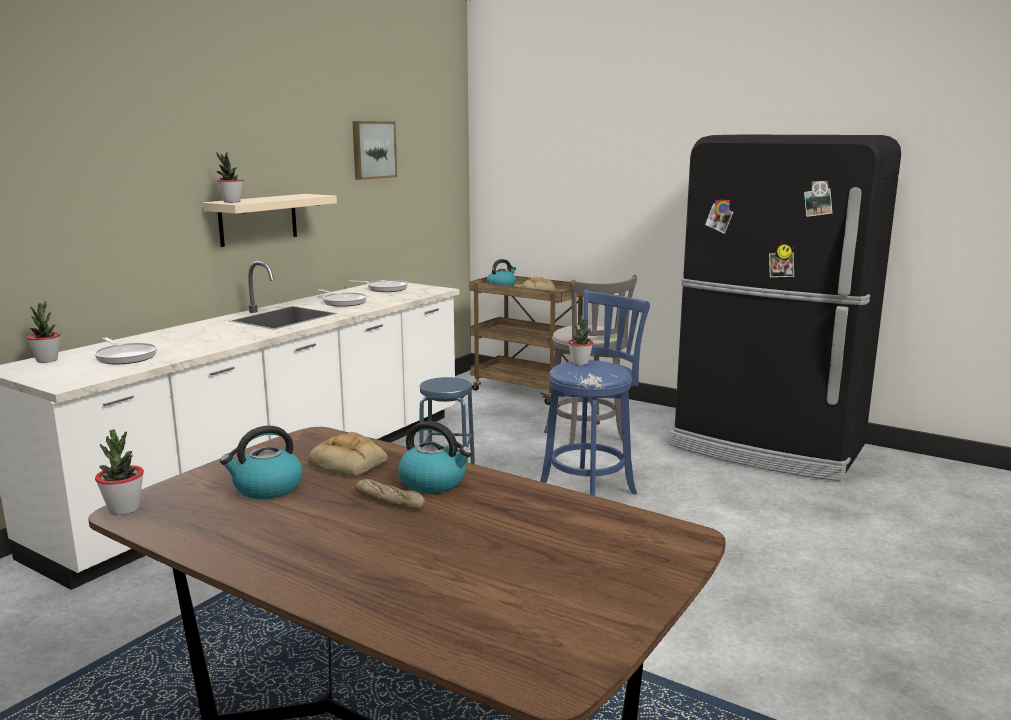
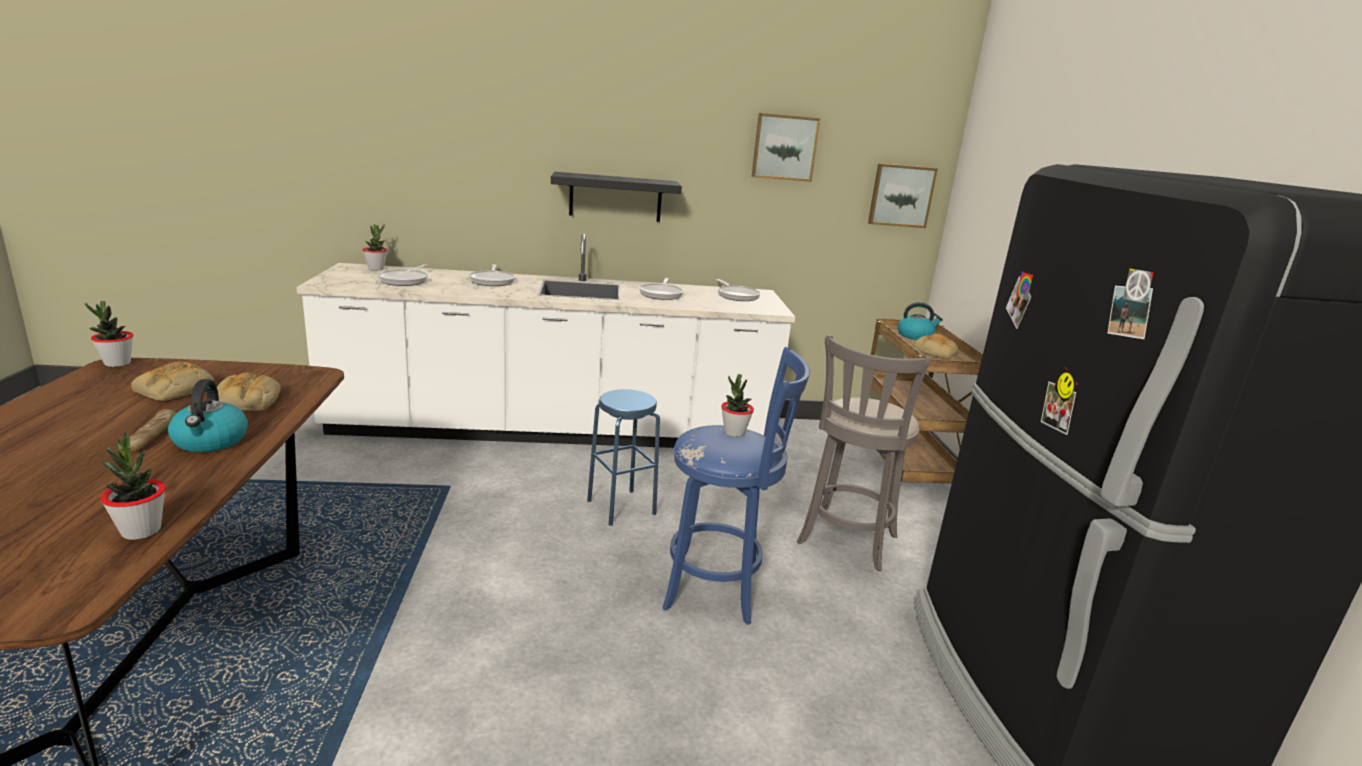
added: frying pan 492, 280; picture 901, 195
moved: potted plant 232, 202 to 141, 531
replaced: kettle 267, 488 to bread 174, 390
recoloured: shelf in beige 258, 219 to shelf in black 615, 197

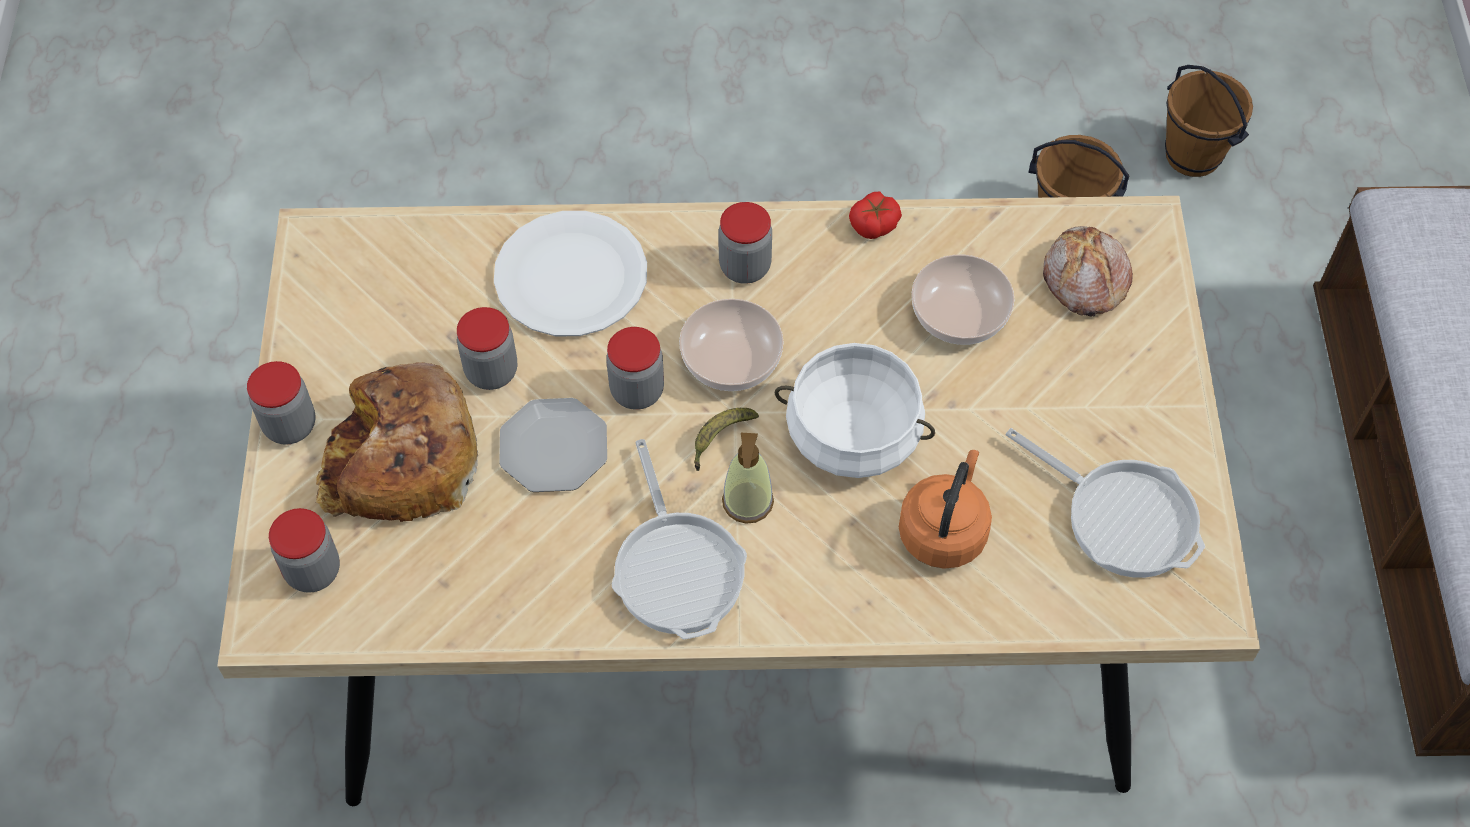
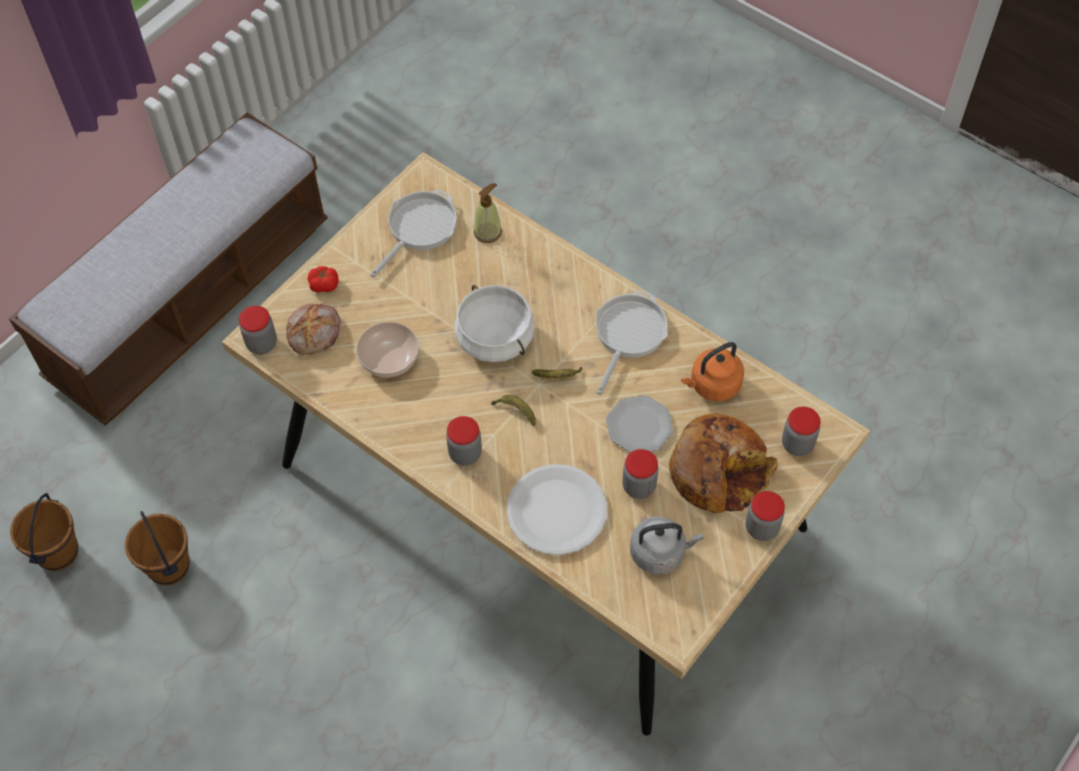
added: kettle in grey 660, 553
moved: jar 637, 391 to 261, 343; tomato 874, 224 to 324, 284; soap dispenser 747, 502 to 488, 232; kettle in orange 944, 530 to 713, 385
replaced: bowl 732, 357 to banana 515, 411
turned: frying pan 1122, 517 = 419, 228 45 degrees clockwise

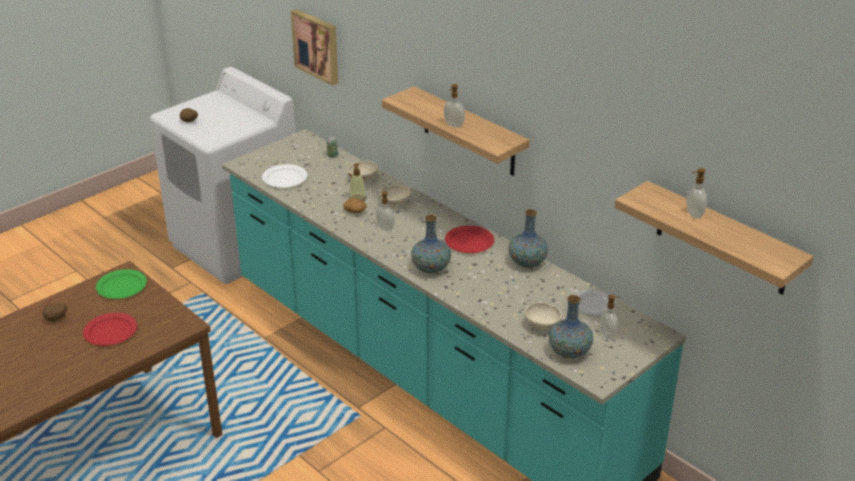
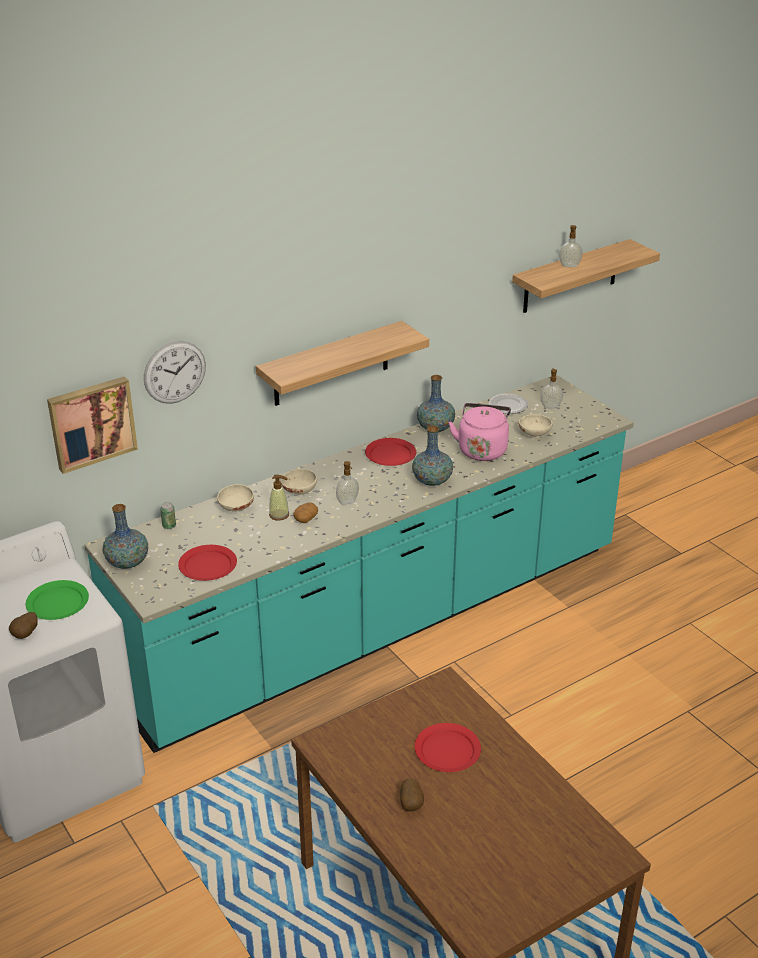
removed: soap dispenser 453, 125
added: wall clock 174, 372; kettle in pink 482, 449
moved: plate in green 122, 286 to 58, 602; vase 569, 352 to 127, 562
recoloured: plate in white 285, 178 to plate in red 208, 565

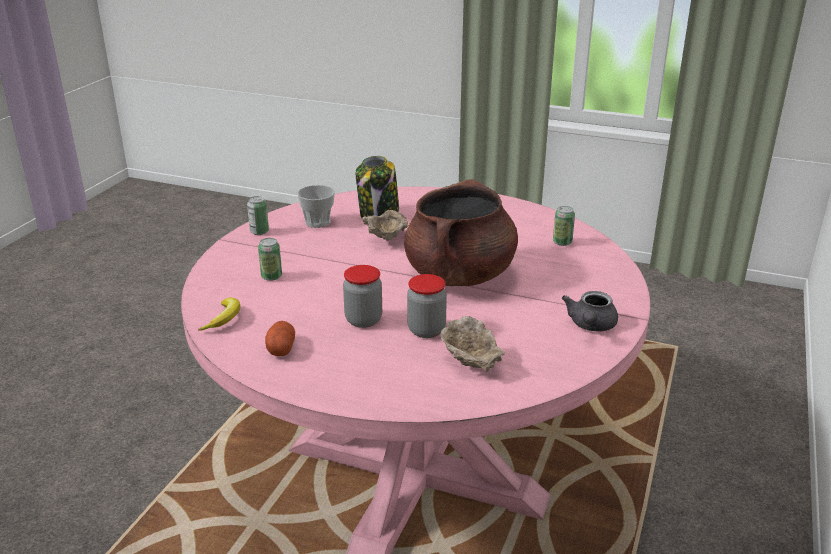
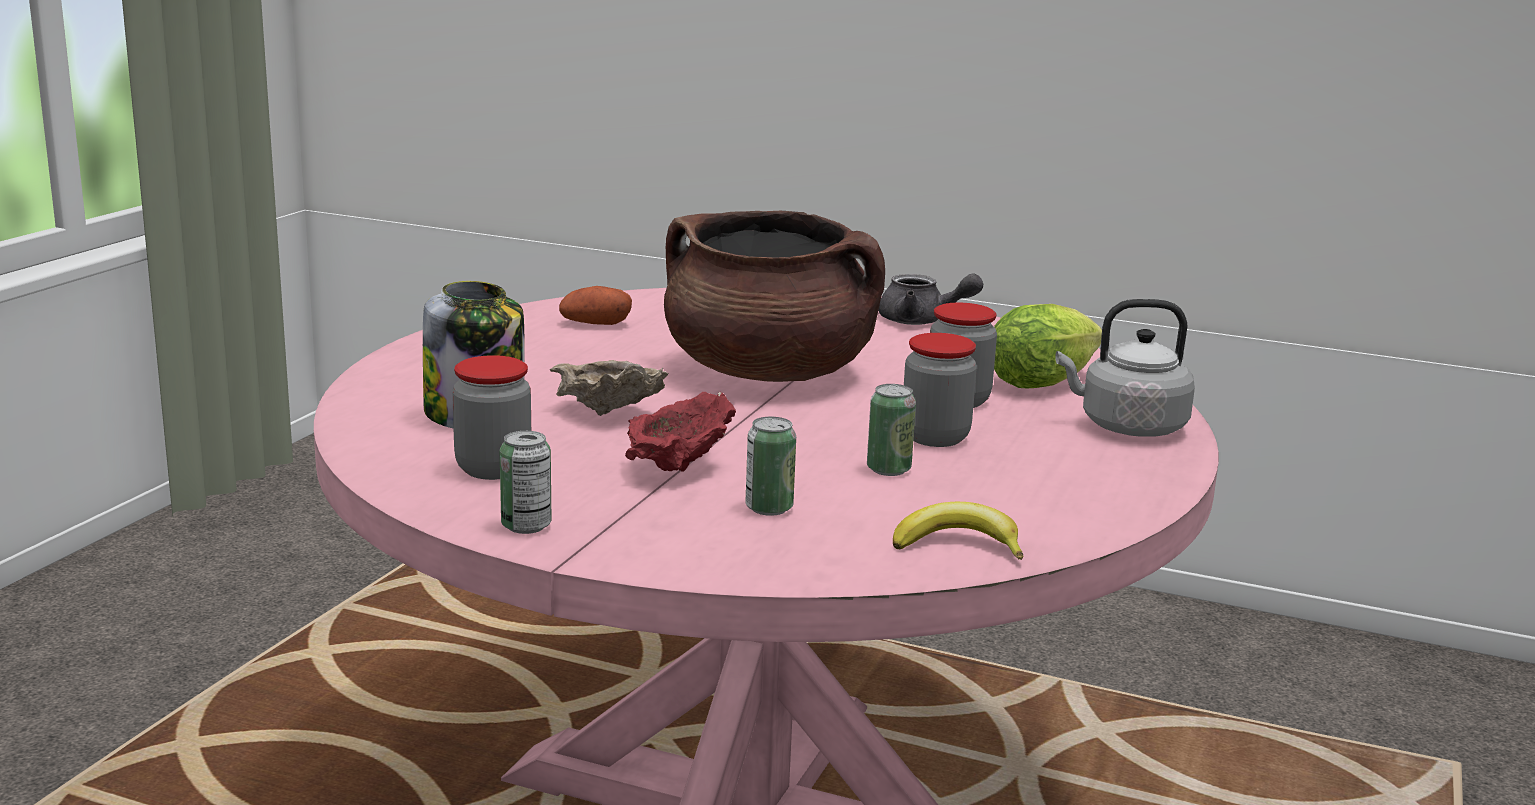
added: bowl in red 677, 468; kettle in grey 1127, 427
moved: potato 281, 348 to 595, 324; can 562, 242 to 888, 469
replaced: cup 317, 222 to jar 493, 469; bowl in beige 470, 364 to lettuce 1046, 382

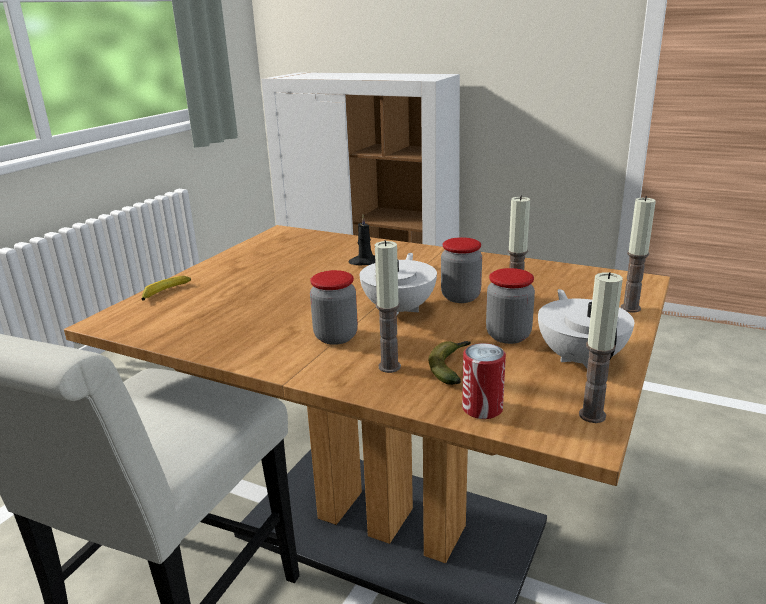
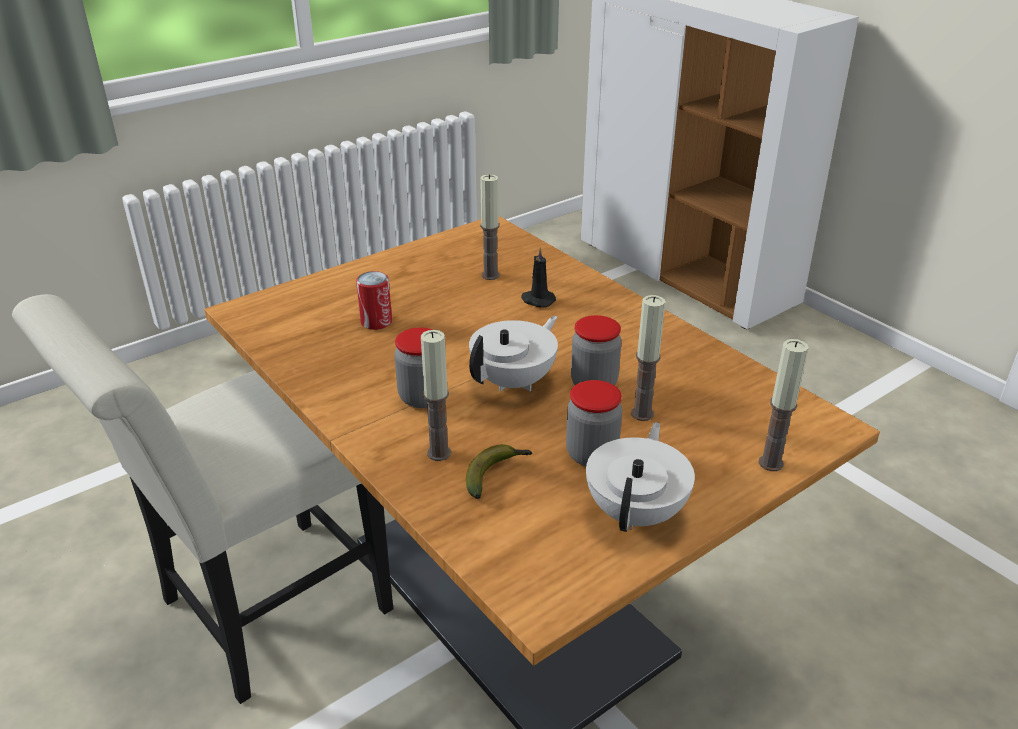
removed: banana 166, 292
moved: can 482, 408 to 376, 322; candle 592, 415 to 490, 275

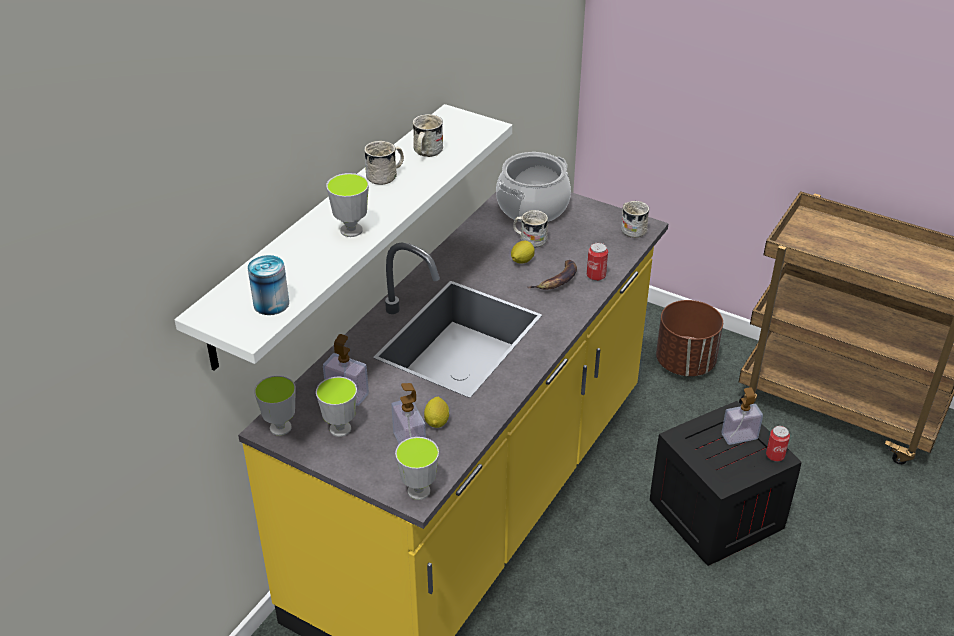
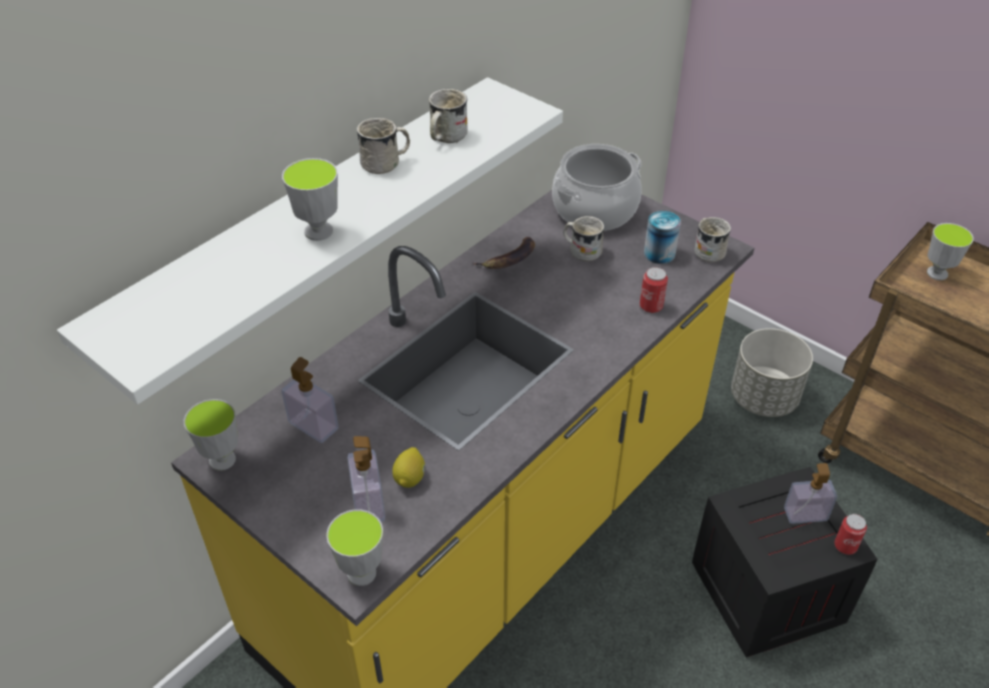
removed: lemon 521, 261
moved: banana 557, 280 to 509, 259; can 271, 303 to 659, 254; cup 340, 429 to 937, 273
recoloured: planter in brown 685, 363 to planter in grey 764, 398

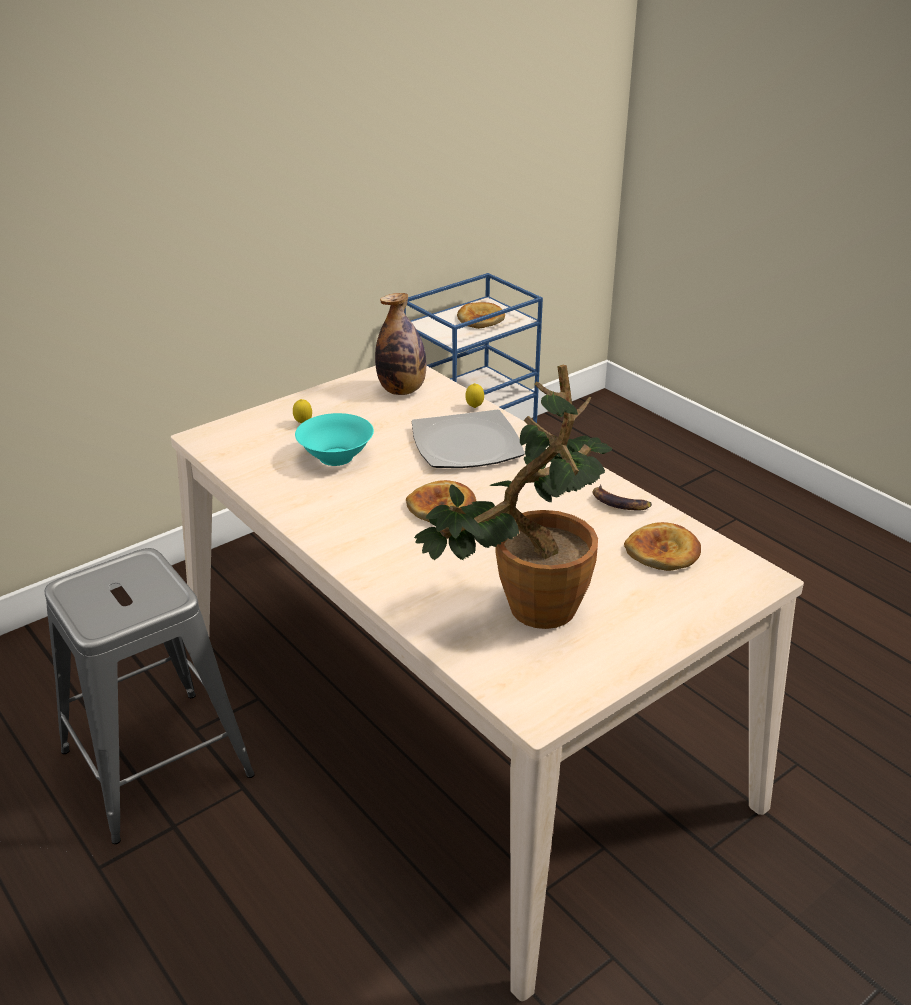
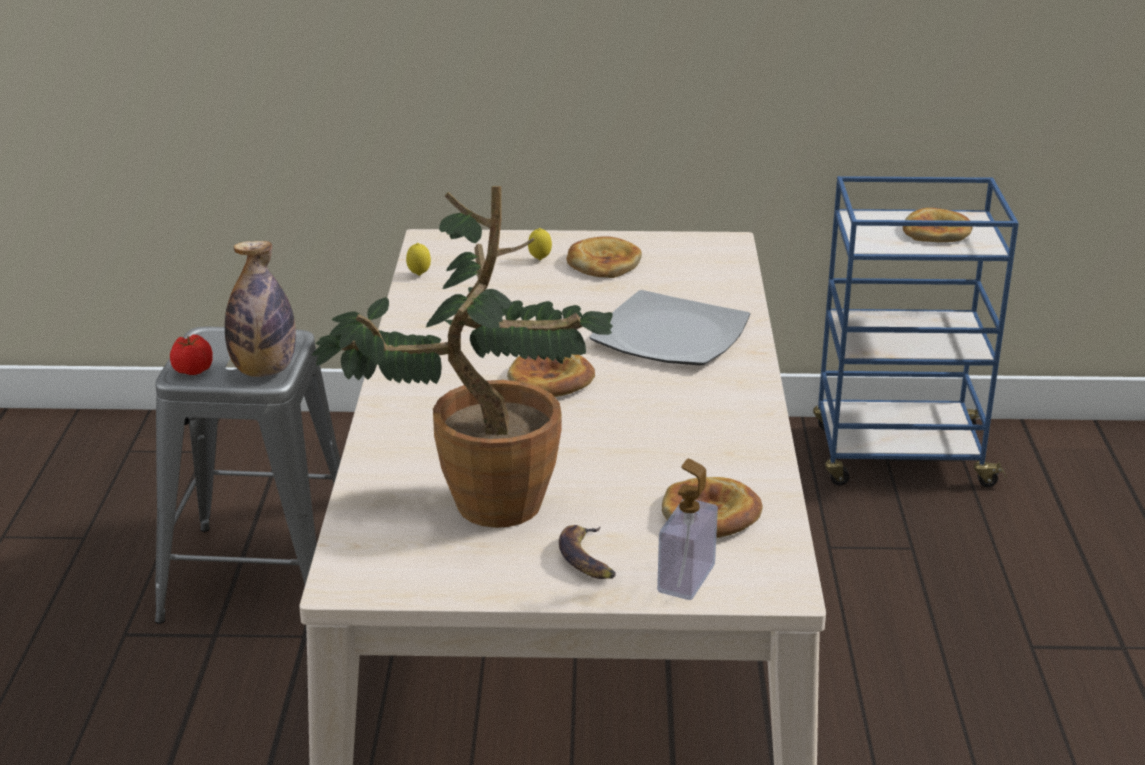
removed: bowl in turquoise 337, 456
added: tomato 192, 370; bread 603, 263; soap dispenser 686, 578
moved: bottle 402, 390 to 264, 371; lemon 474, 407 to 419, 275; banana 619, 503 to 587, 558

